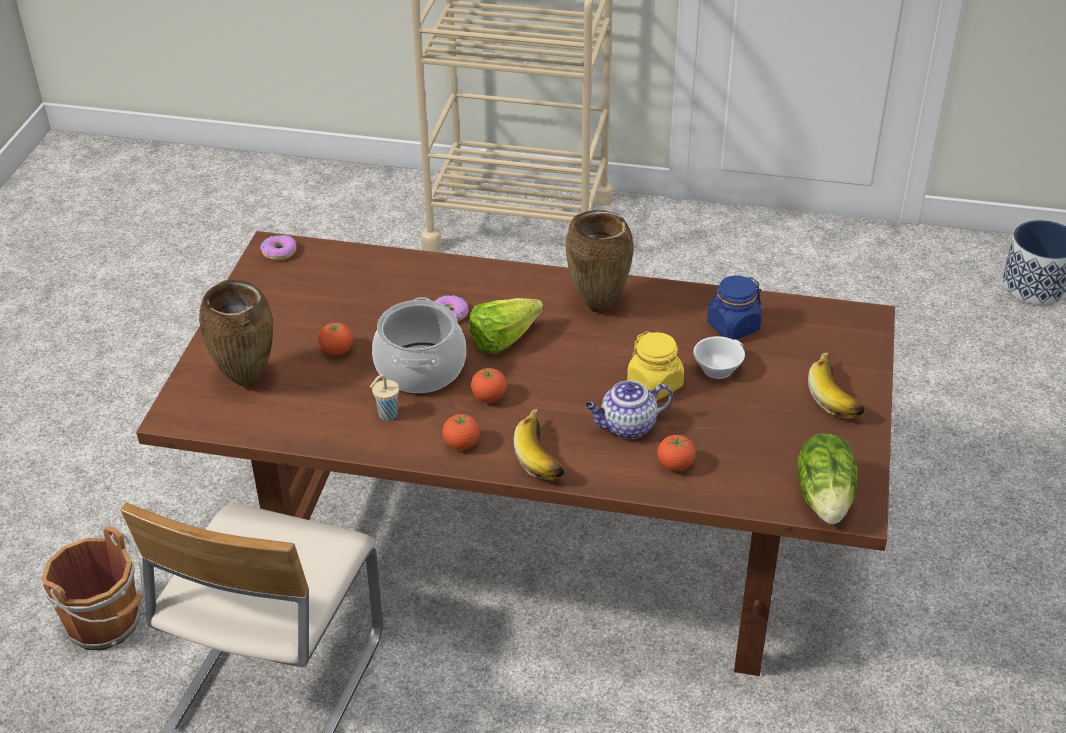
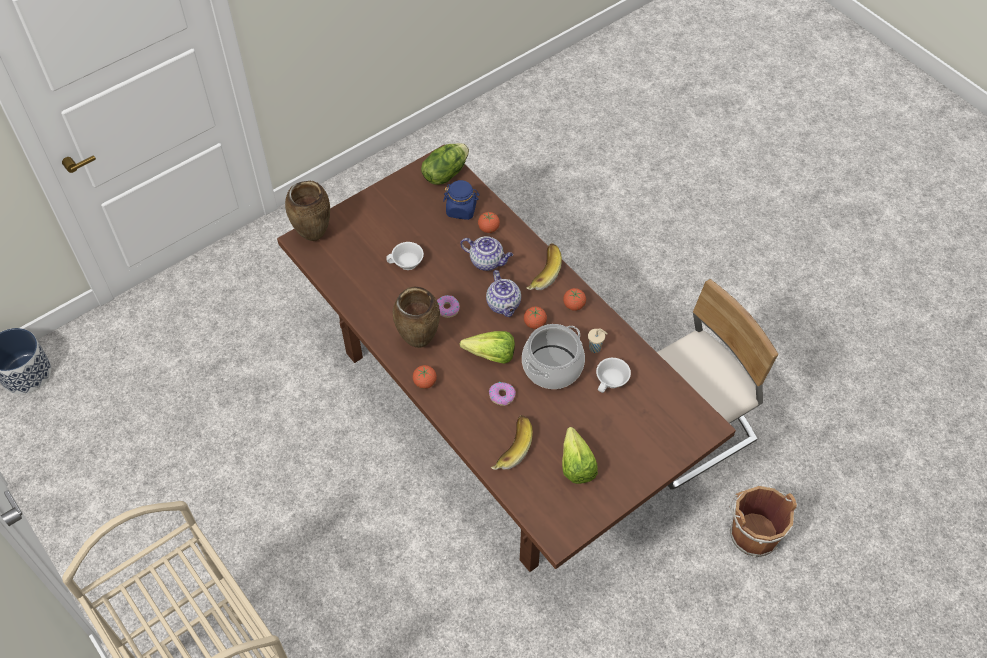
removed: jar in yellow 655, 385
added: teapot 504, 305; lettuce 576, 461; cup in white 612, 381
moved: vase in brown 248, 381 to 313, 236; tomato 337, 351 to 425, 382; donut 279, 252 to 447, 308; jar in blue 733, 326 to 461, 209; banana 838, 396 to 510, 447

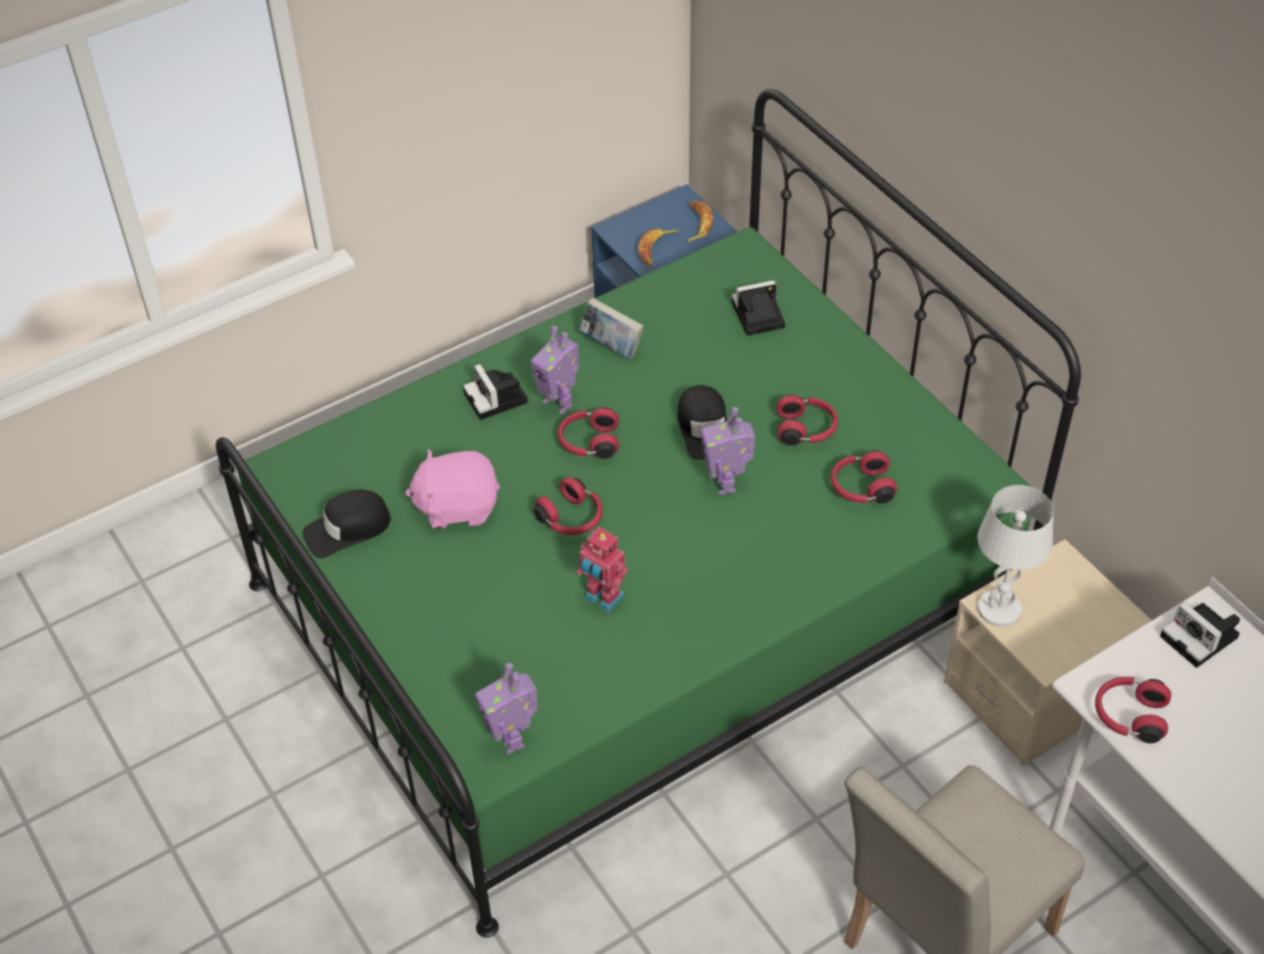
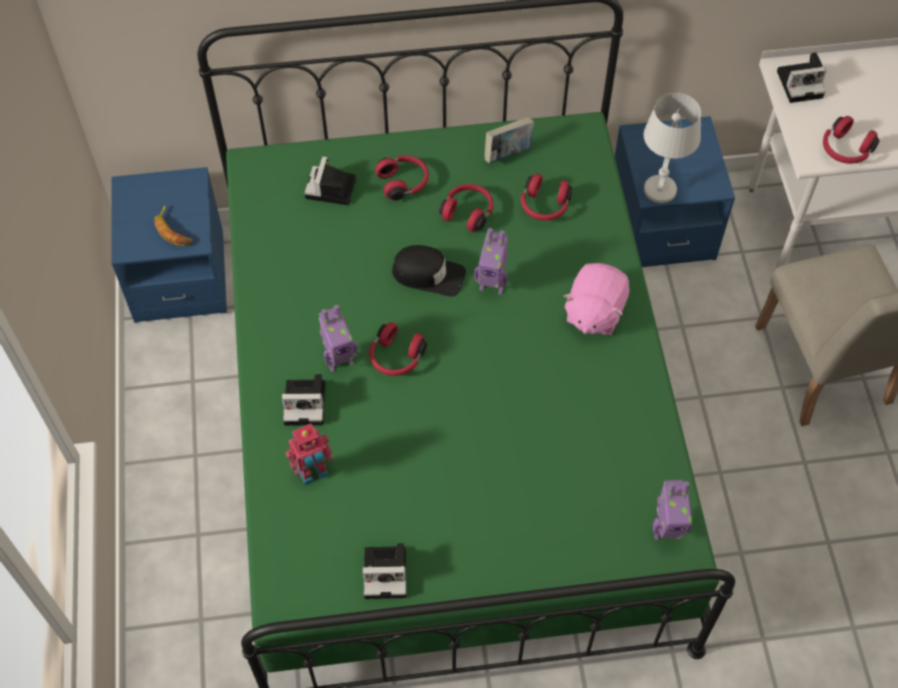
removed: banana 697, 224
moved: toy robot 603, 598 to 313, 473; headphones in red 572, 519 to 404, 182; book 611, 346 to 508, 153; plush toy in pink 457, 506 to 594, 312
replaced: cap in black 347, 529 to photo camera 387, 572
recoloured: nightstand in beige 1033, 693 to nightstand in blue 661, 225

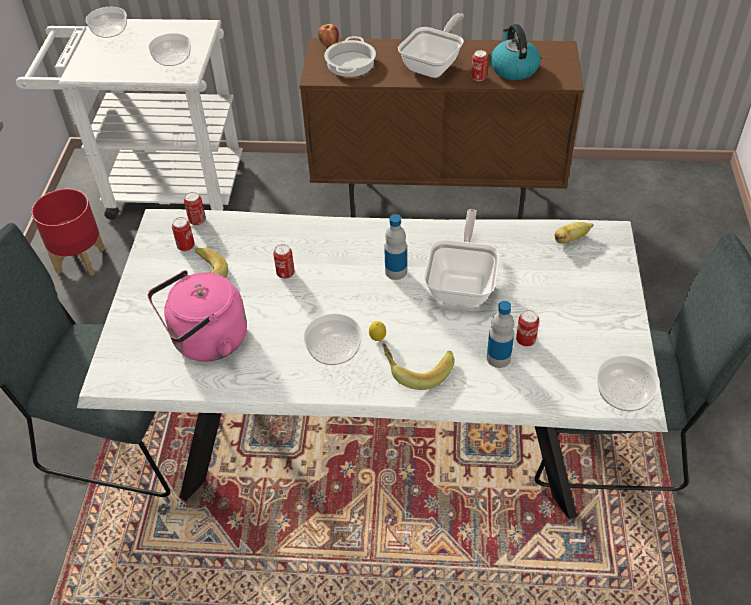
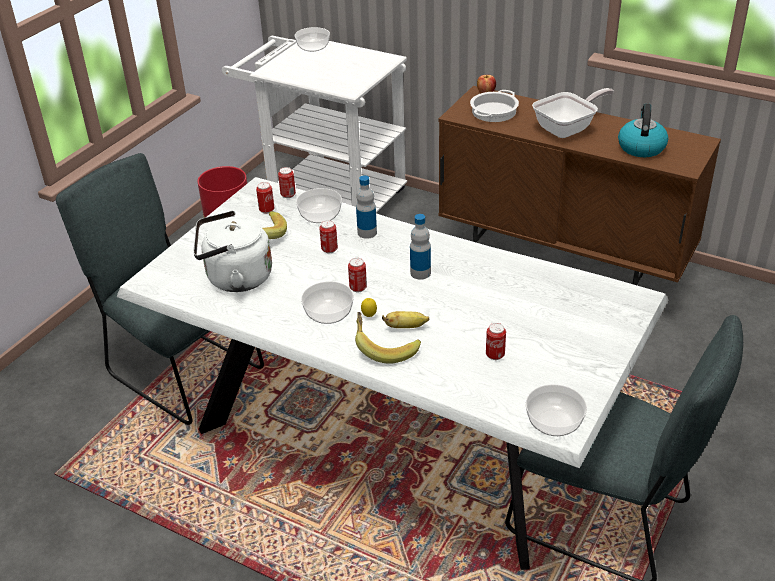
removed: frying pan 462, 284
moved: bowl 172, 59 to 319, 215; can 478, 78 to 358, 288; bottle 498, 358 to 367, 233; banana 570, 239 to 406, 327
recoloured: kettle in pink 206, 342 to kettle in white 235, 278

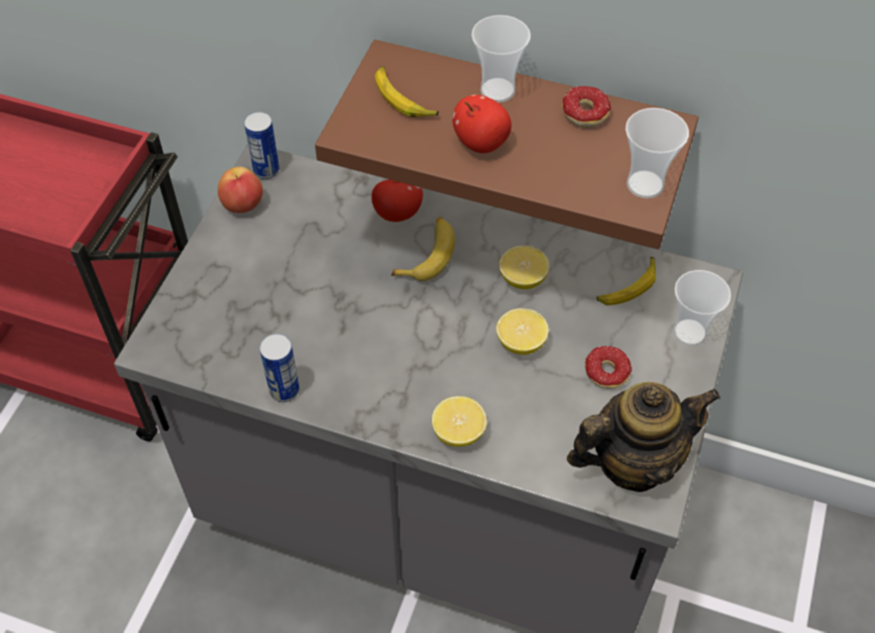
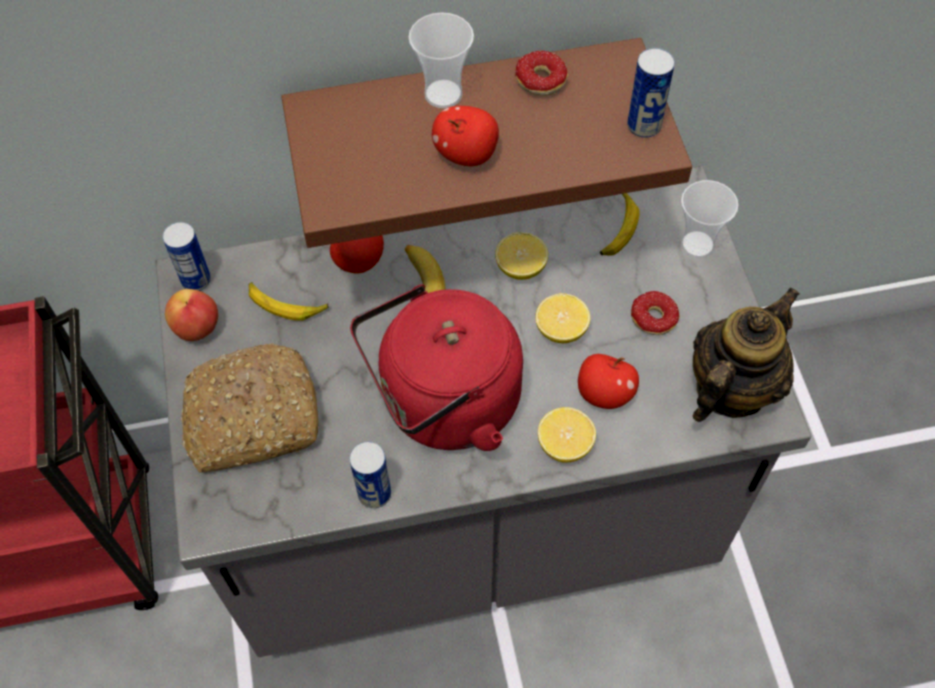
added: bread 251, 419; kettle in red 443, 404; apple 604, 394
moved: banana 403, 99 to 286, 304
replaced: cup 645, 184 to can 644, 125

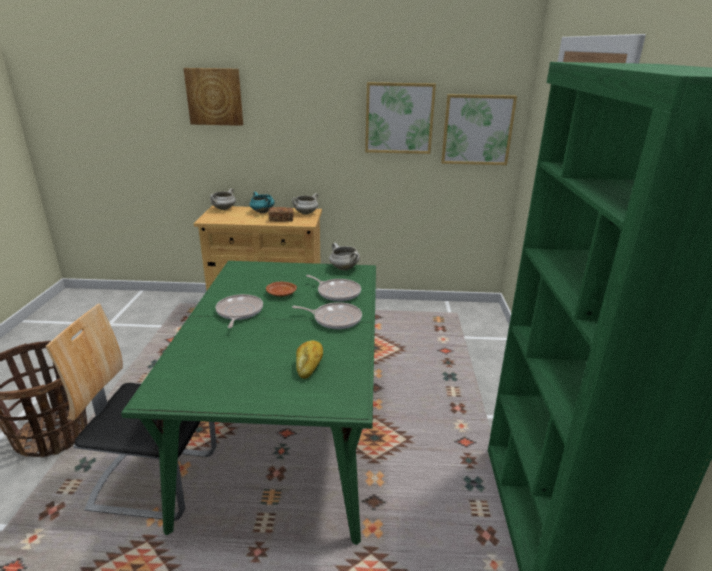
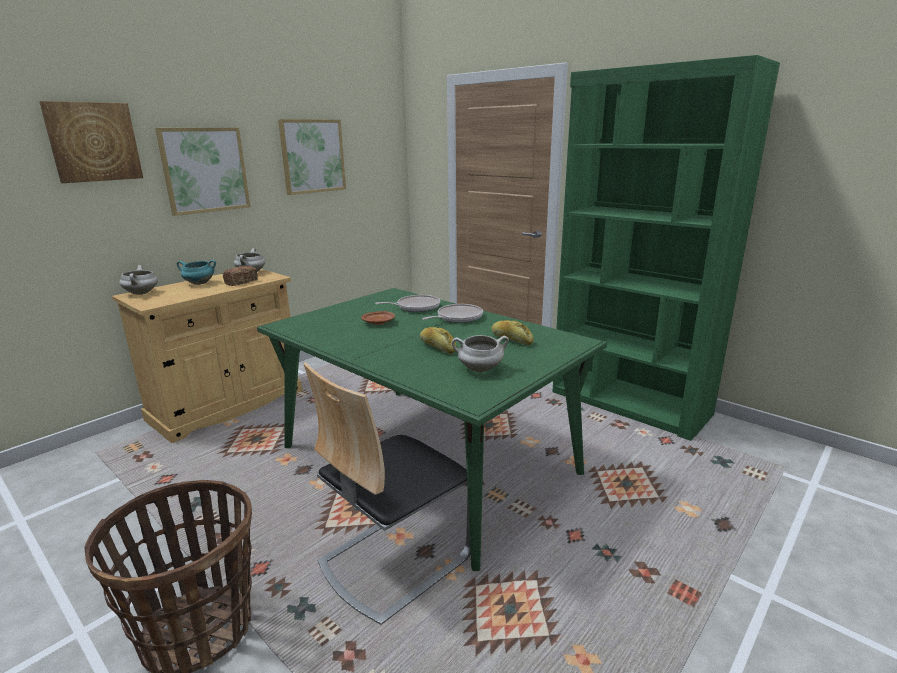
removed: frying pan 239, 312
added: bread 437, 347
moved: picture 477, 130 to 205, 170; cooking pot in white 343, 268 to 479, 369

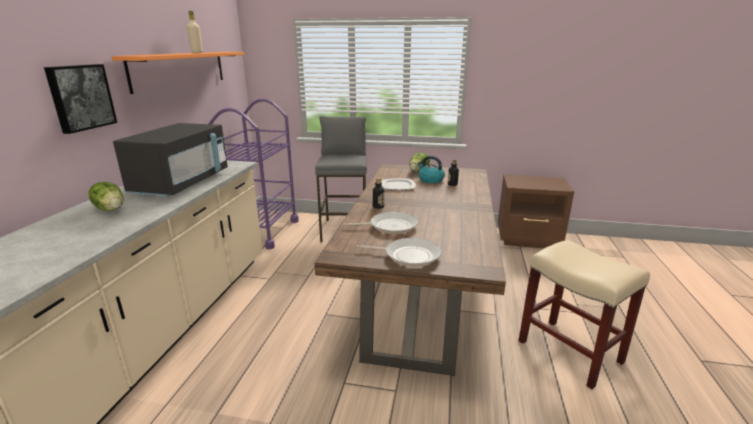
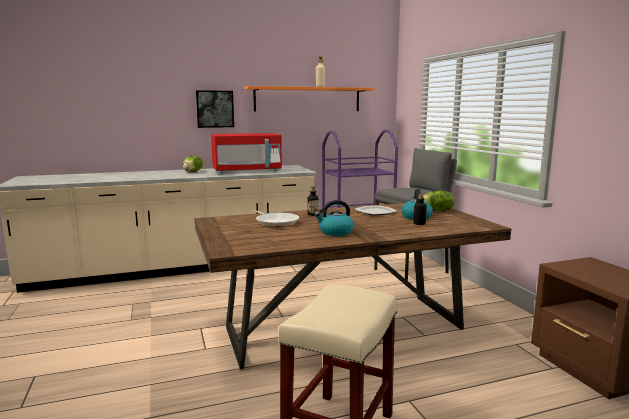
removed: frying pan 409, 255
added: kettle 335, 232
recoloured: microwave in black 182, 183 to microwave in red 247, 171

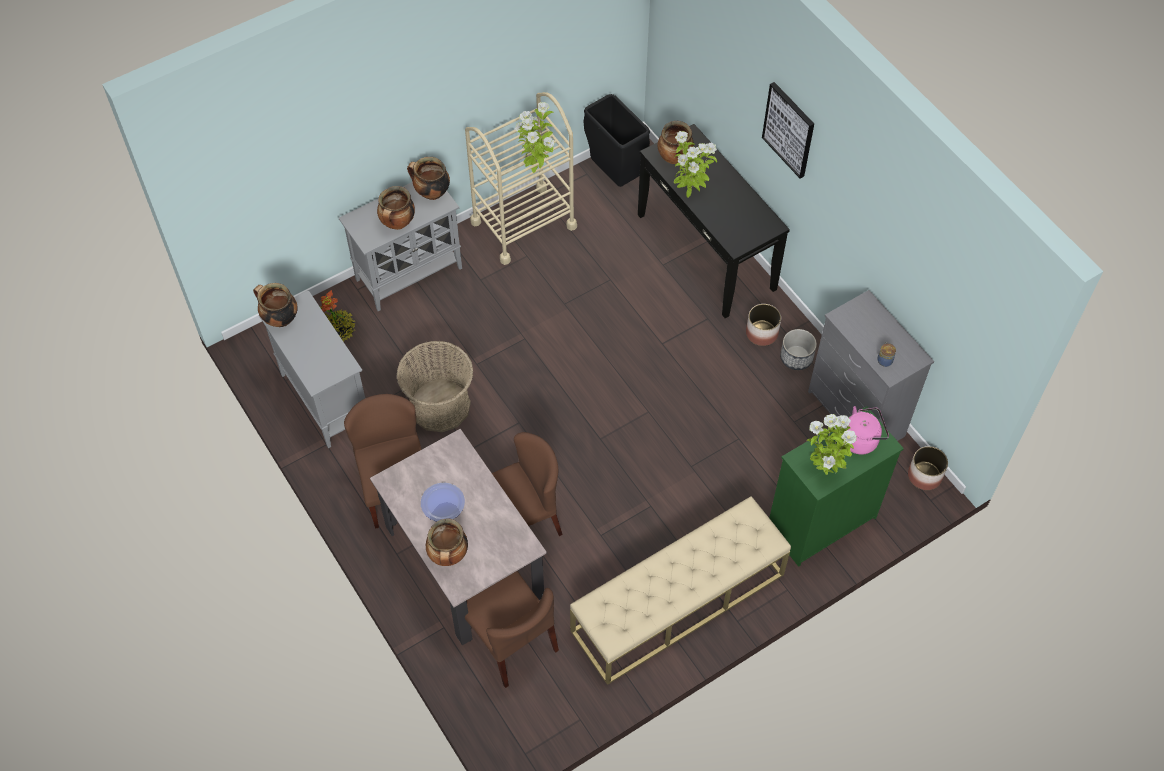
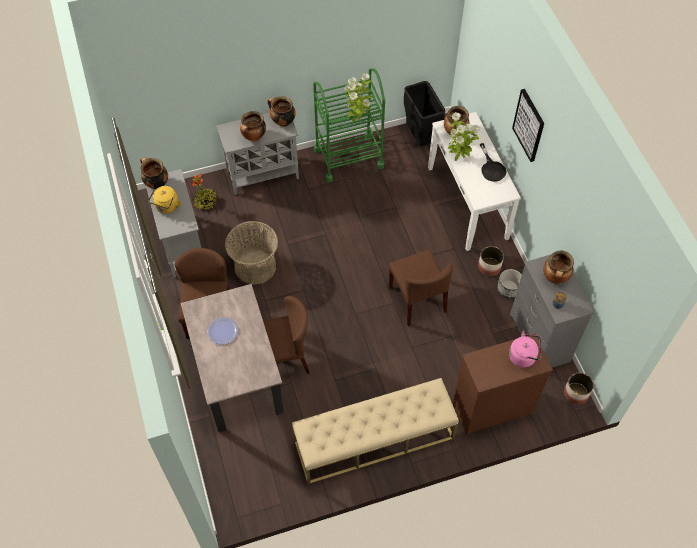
removed: potted plant 825, 470
added: kettle in yellow 166, 207; frying pan in black 491, 168
moved: chair in brown 511, 641 to 417, 299; cooking pot 448, 556 to 555, 278
recoloured: cart in beige 523, 224 to cart in green 348, 158; console table in black 706, 251 to console table in white 467, 202; dresser in green 820, 522 to dresser in brown 491, 408

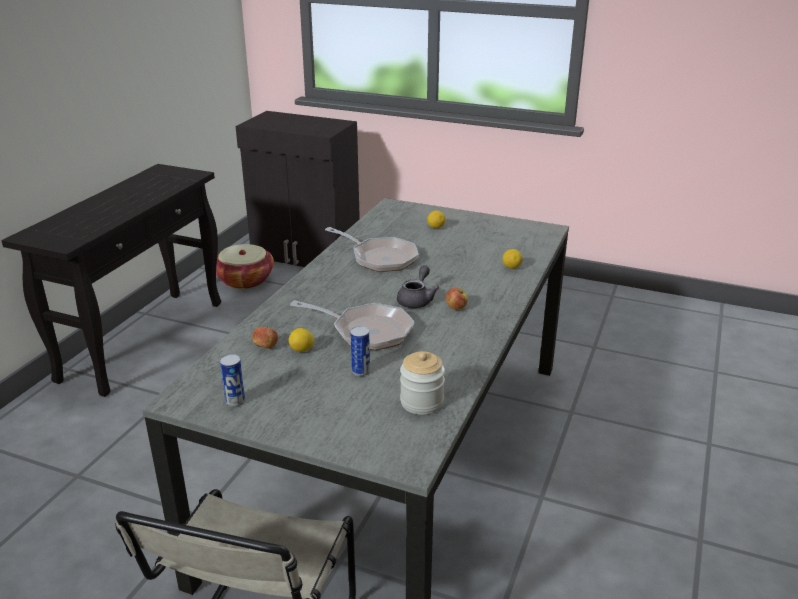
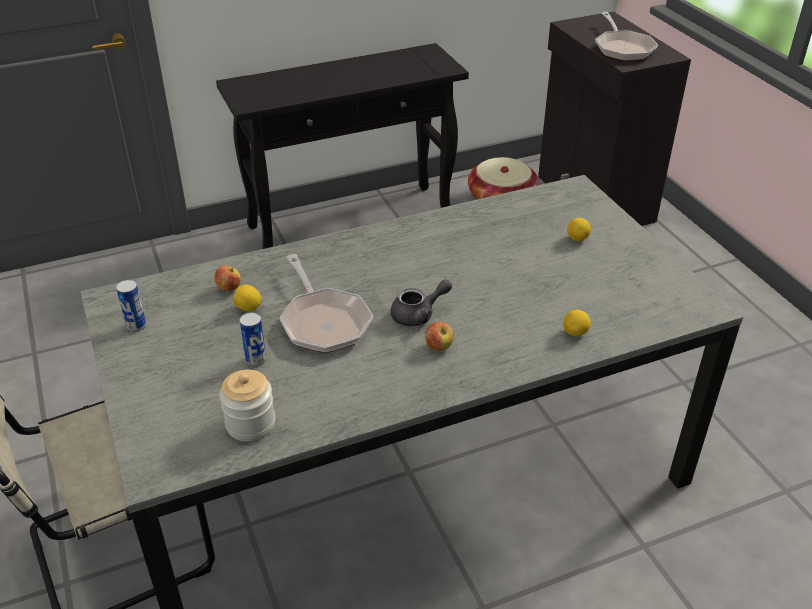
moved: frying pan 380, 258 to 622, 48

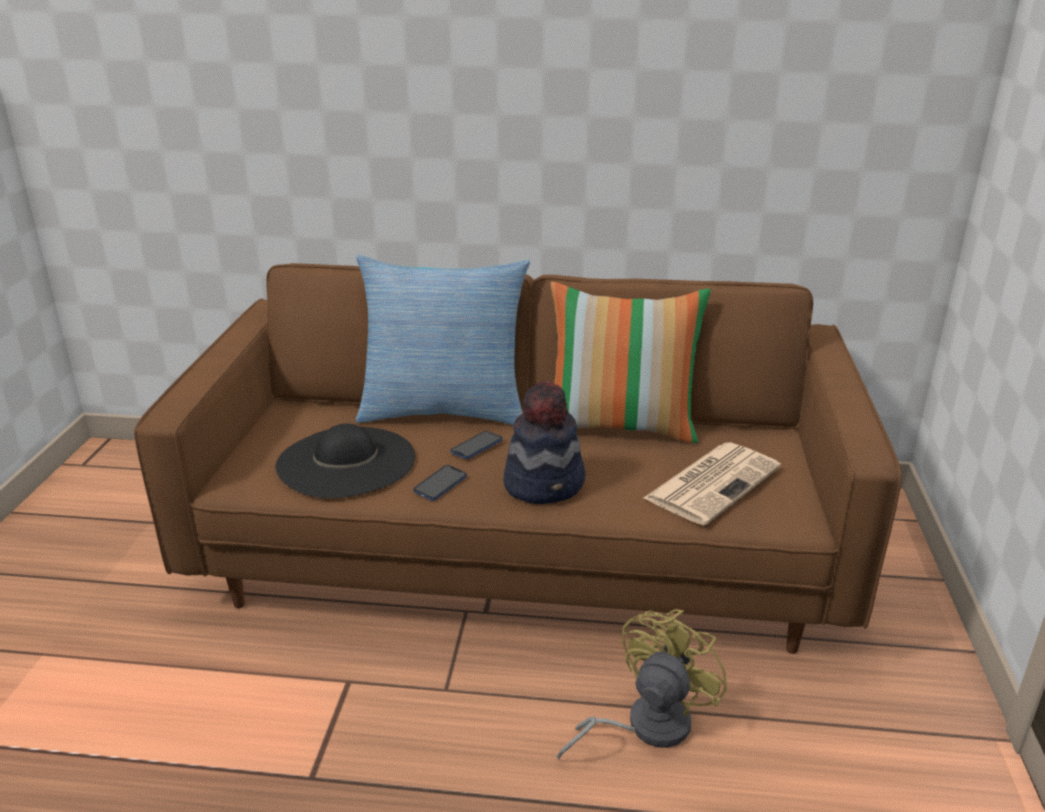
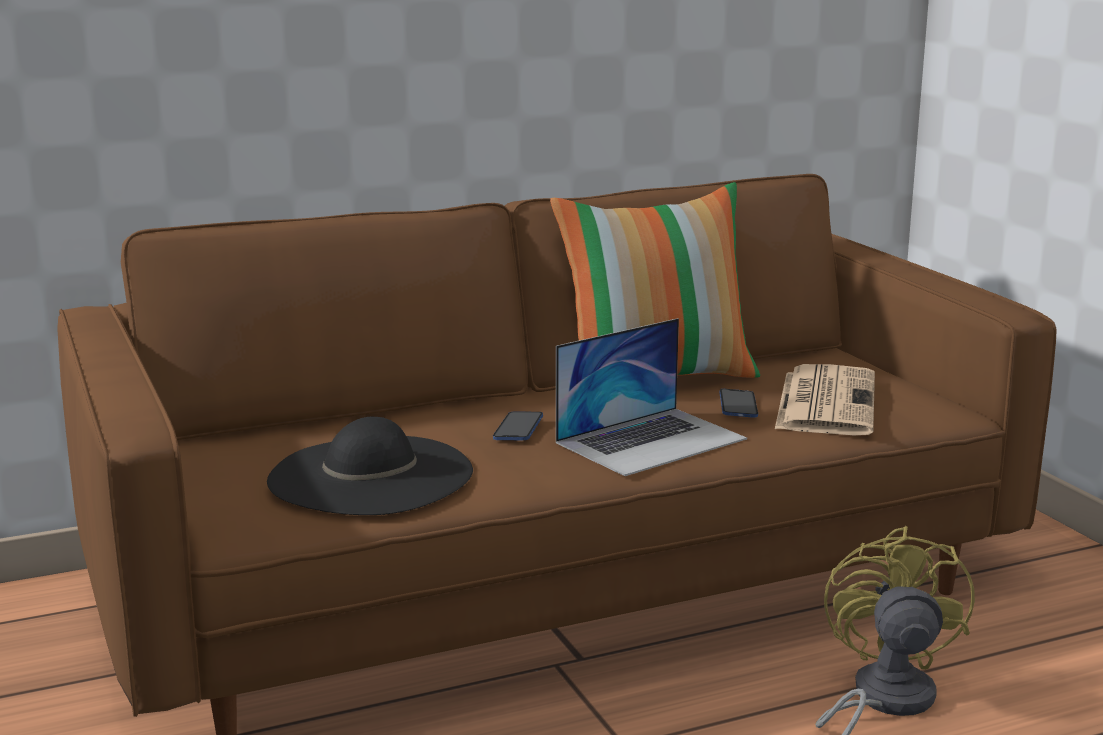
removed: pillow 444, 411
moved: phone 440, 484 to 738, 405
replaced: hat 545, 483 to laptop 651, 440

